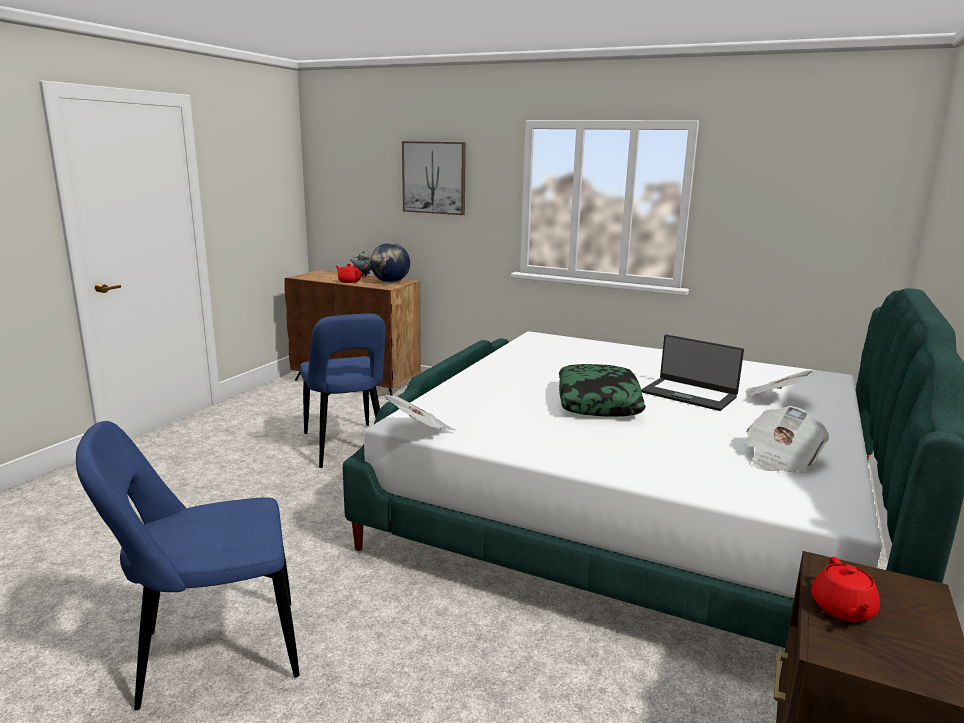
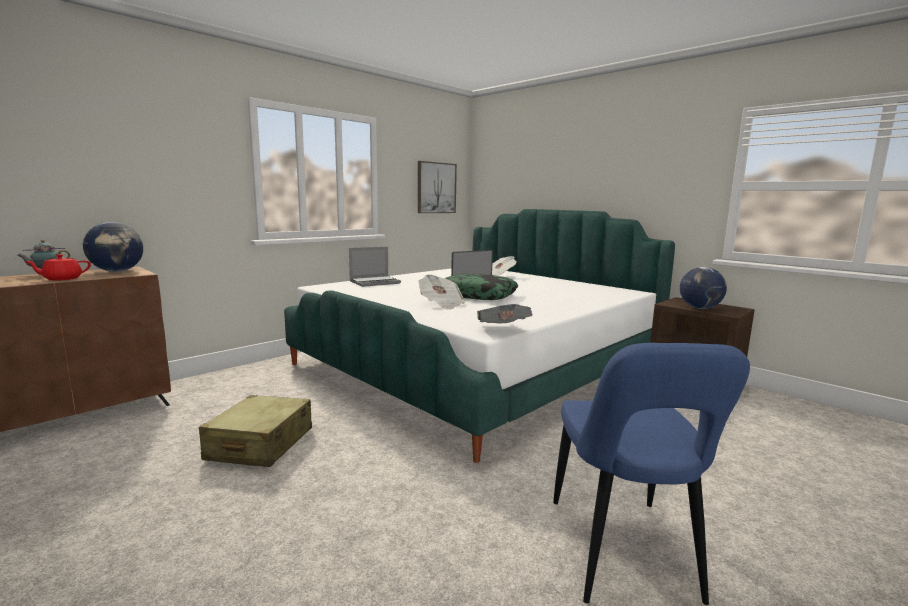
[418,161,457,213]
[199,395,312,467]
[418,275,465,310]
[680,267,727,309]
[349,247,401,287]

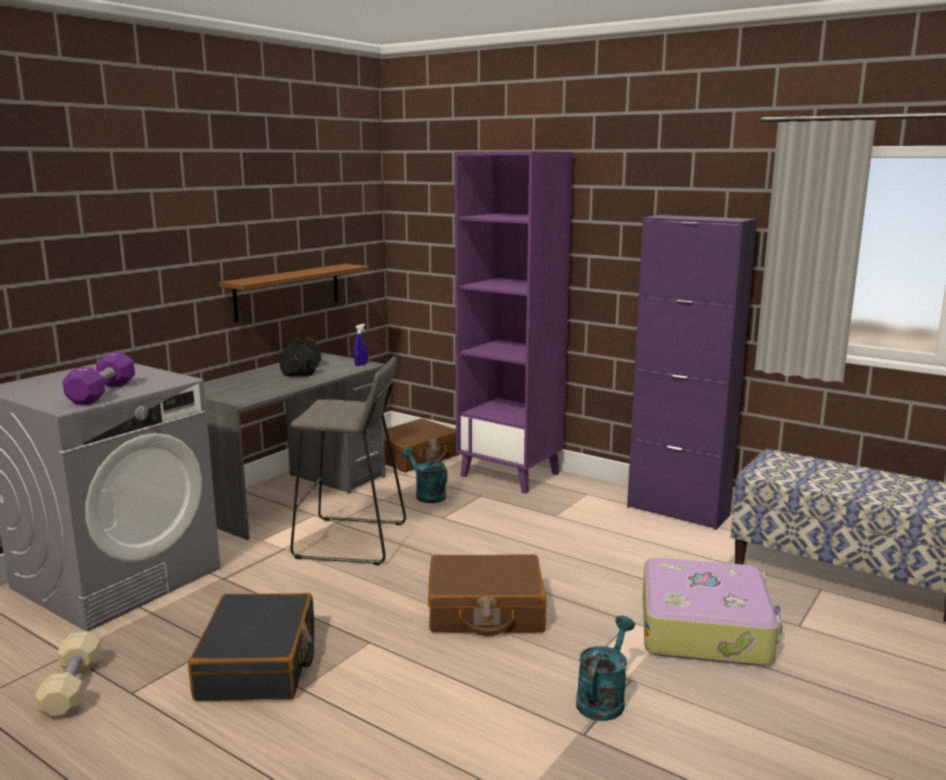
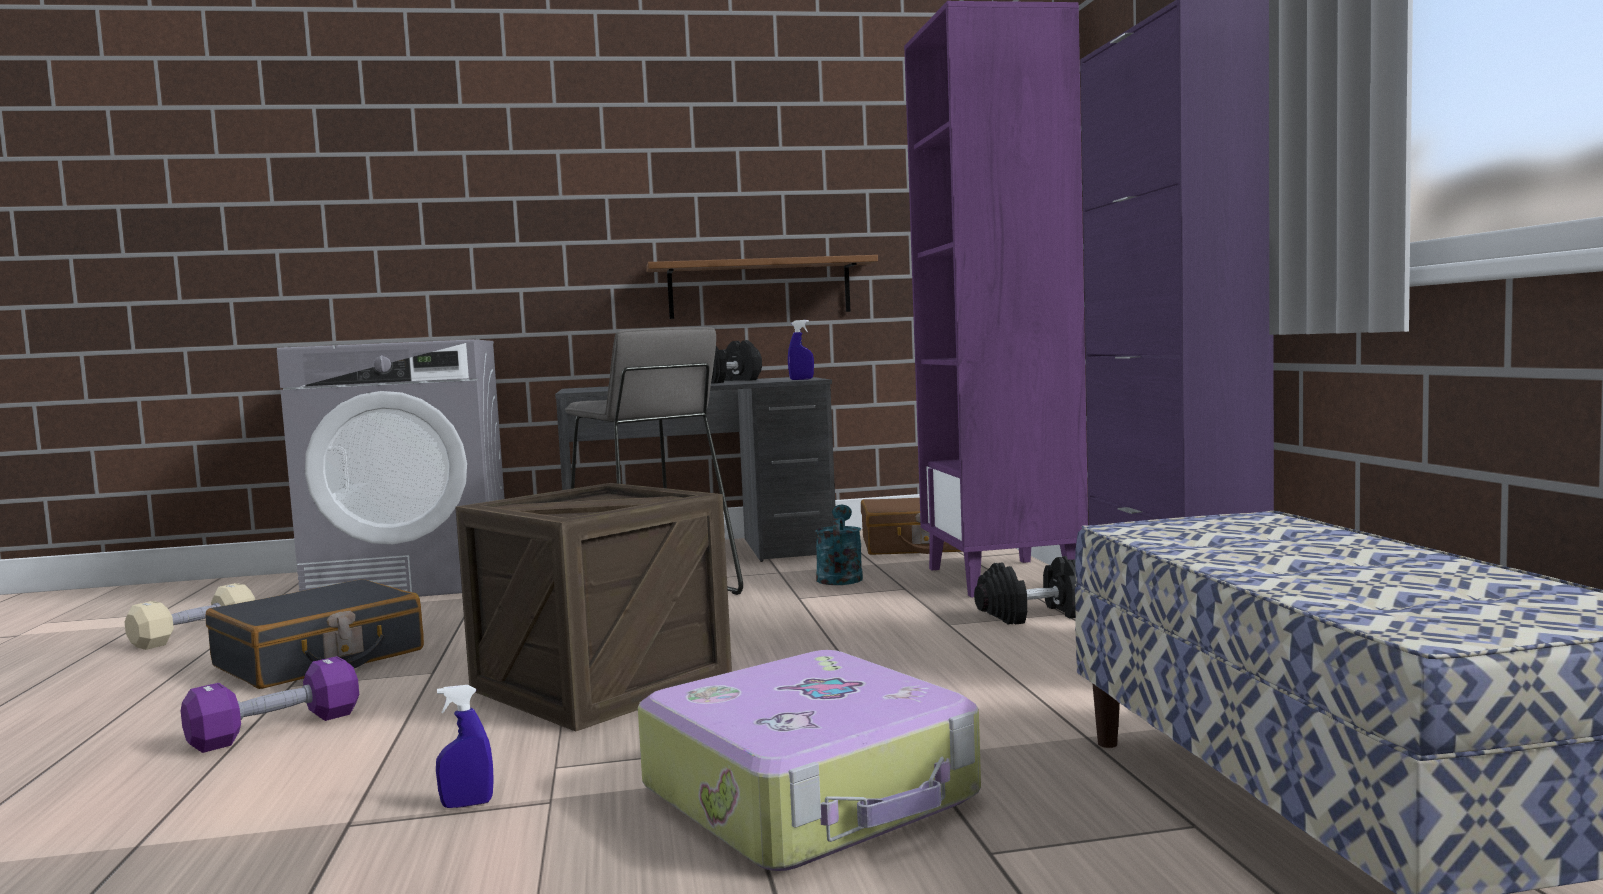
[181,656,359,753]
[455,483,732,731]
[436,685,494,808]
[974,556,1077,625]

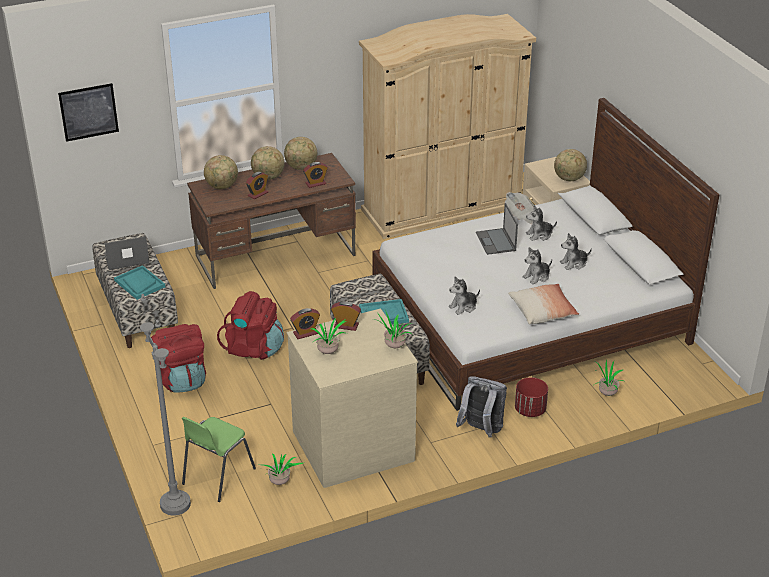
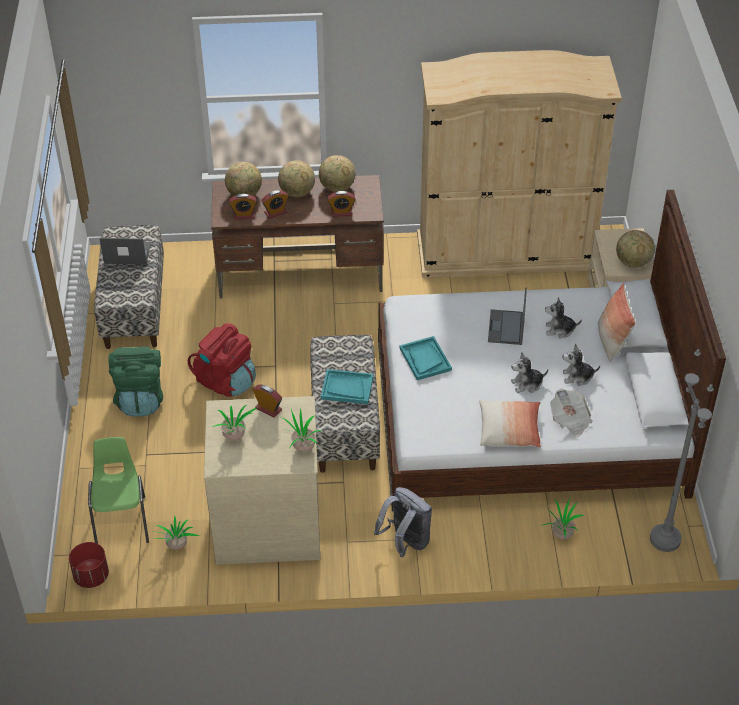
[58,83,119,142] (first image)
[550,389,593,437]
[400,336,452,380]
[449,276,480,315] (first image)
[650,349,714,552]
[229,194,257,220]
[109,347,163,417]
[69,542,109,588]
[88,437,149,544]
[598,283,636,362]

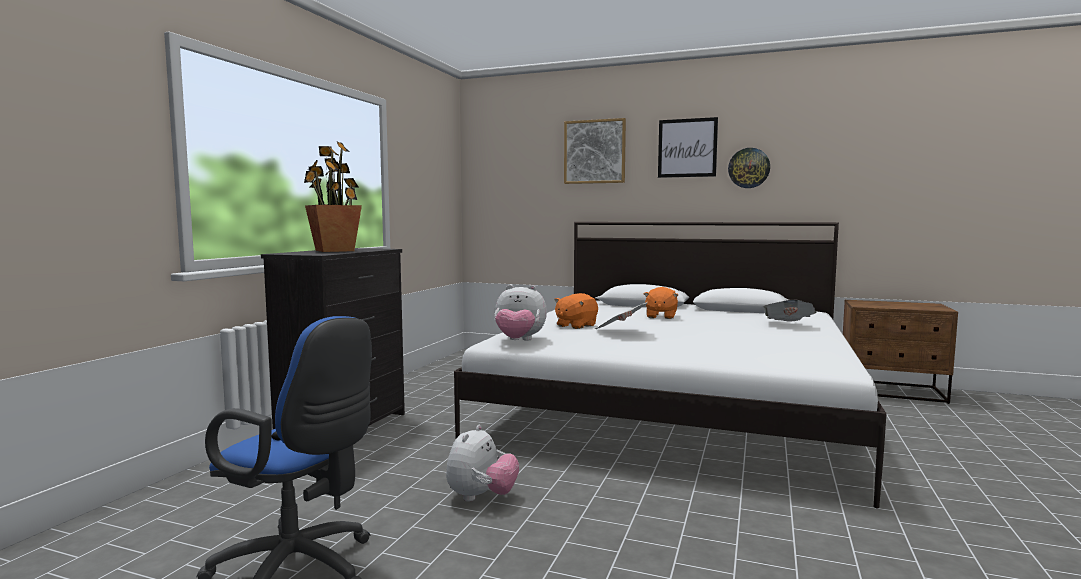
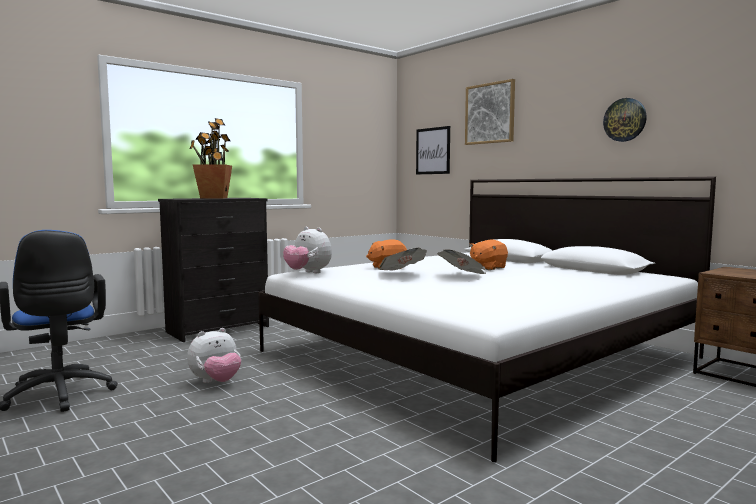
[416,126,450,174]
[437,250,486,274]

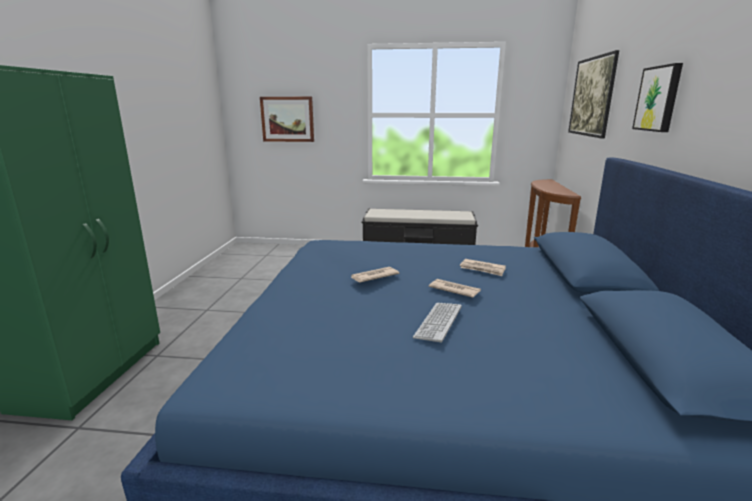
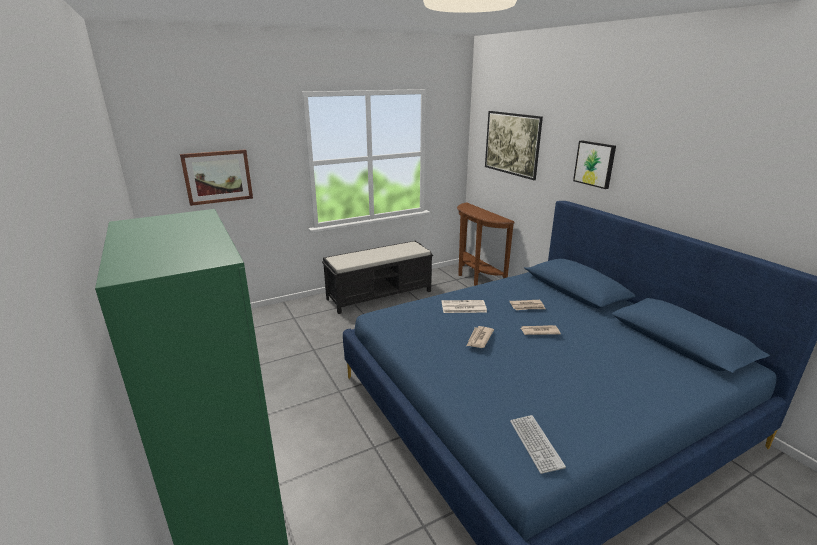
[510,415,566,474]
[442,300,487,313]

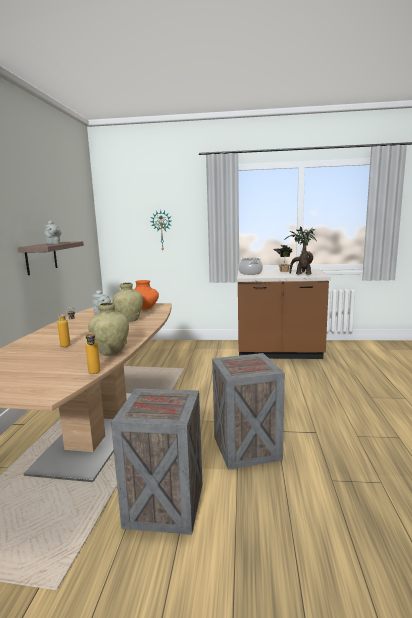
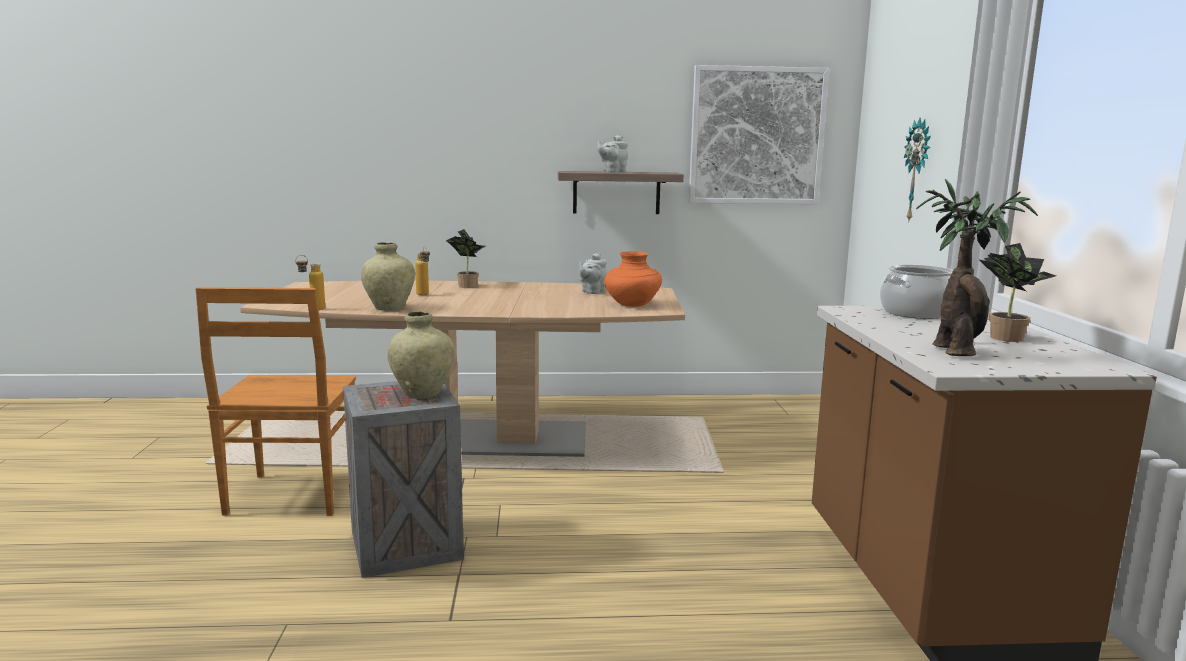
[387,311,454,399]
[195,287,356,516]
[689,65,829,204]
[446,229,485,288]

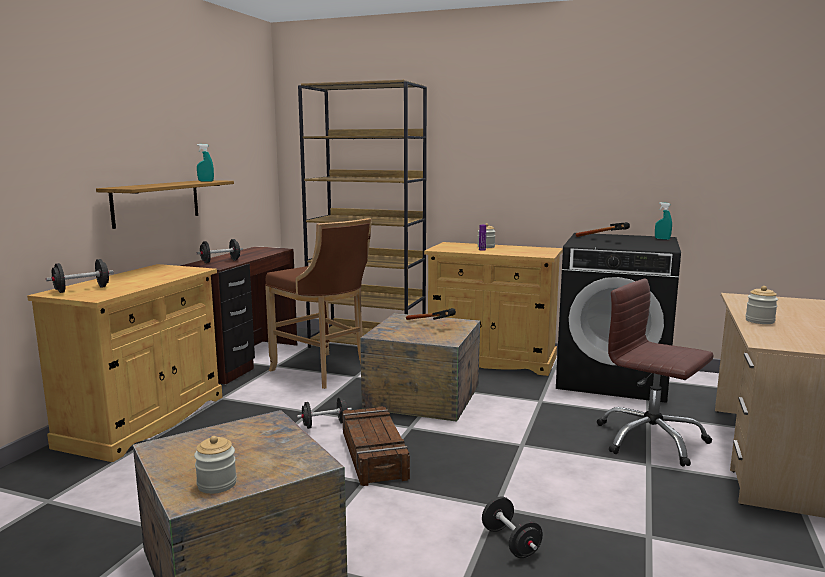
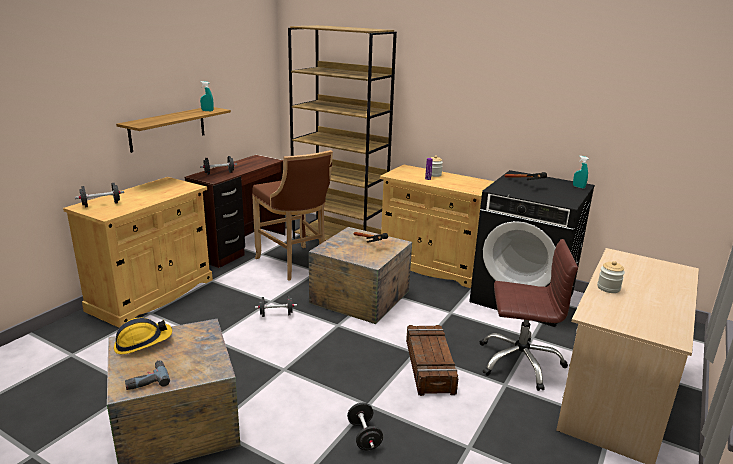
[480,239,578,391]
[406,325,458,396]
[125,360,170,390]
[114,318,172,354]

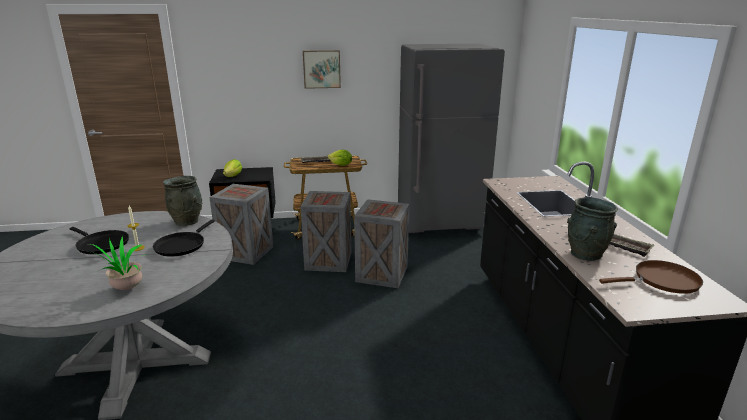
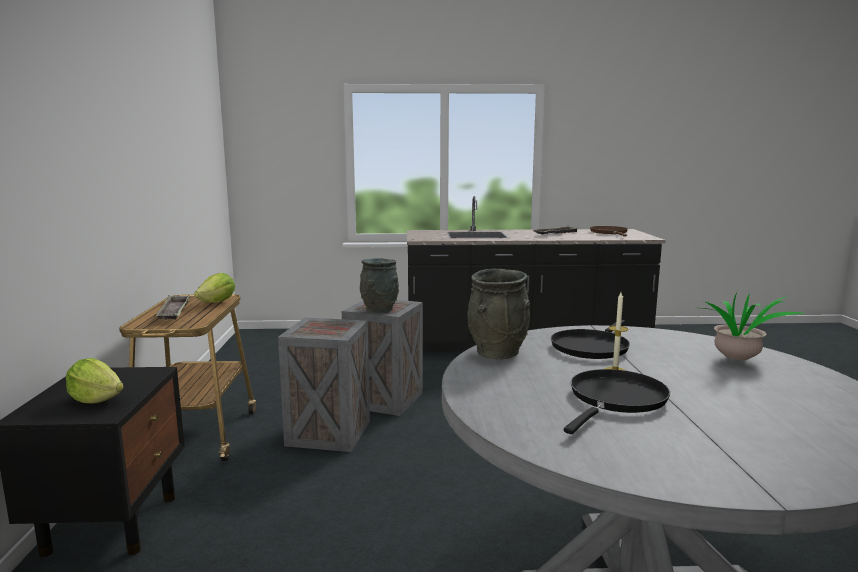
[398,44,505,233] (first image)
[303,50,341,89] (first image)
[209,184,273,265] (first image)
[360,258,399,313]
[551,320,630,359]

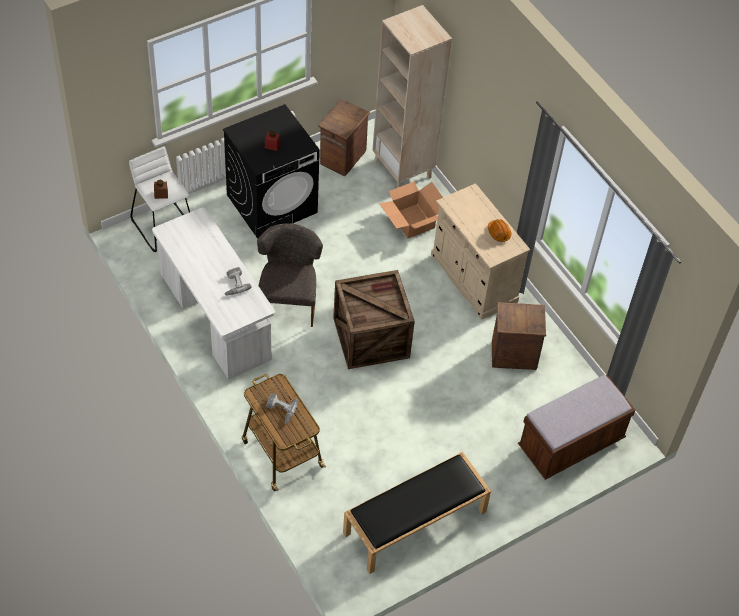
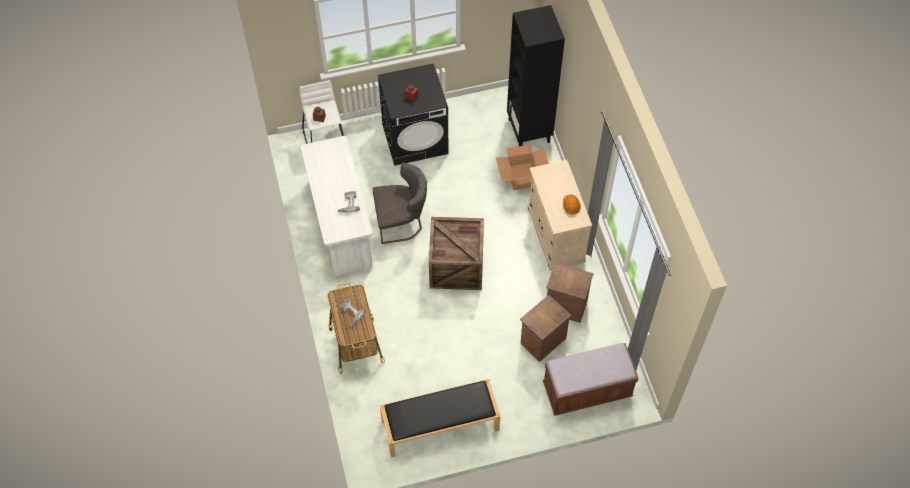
[507,5,565,146]
[520,295,571,362]
[373,163,427,244]

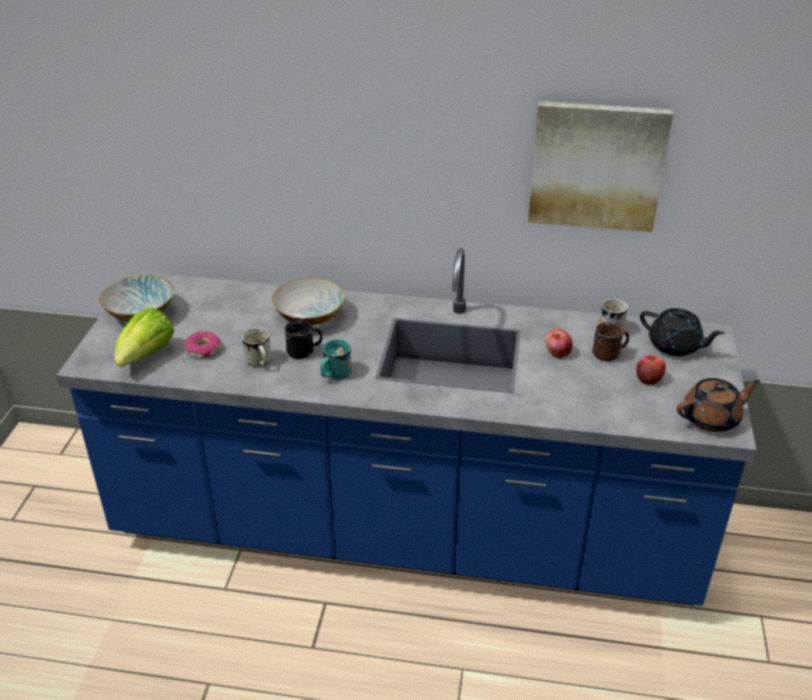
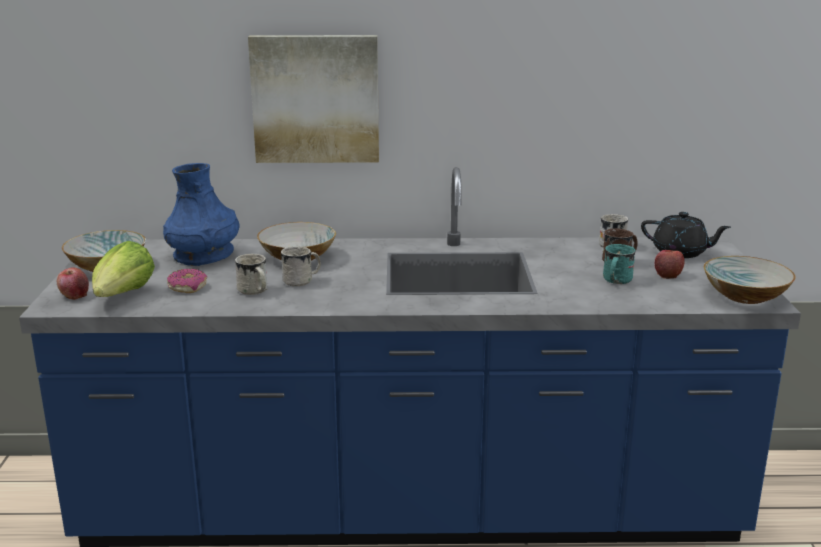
[248,35,379,163]
[281,246,321,286]
[57,267,89,300]
[603,244,636,284]
[704,256,796,304]
[163,163,239,266]

